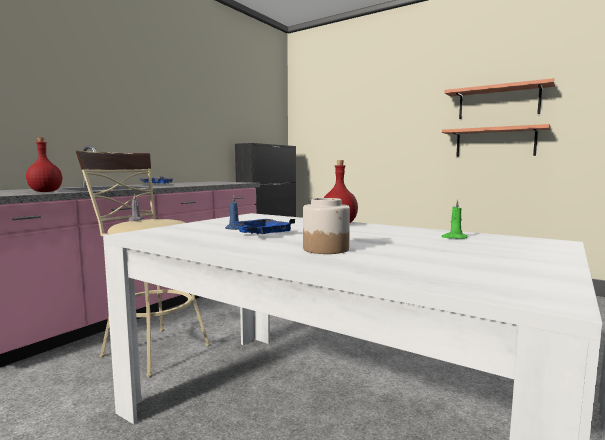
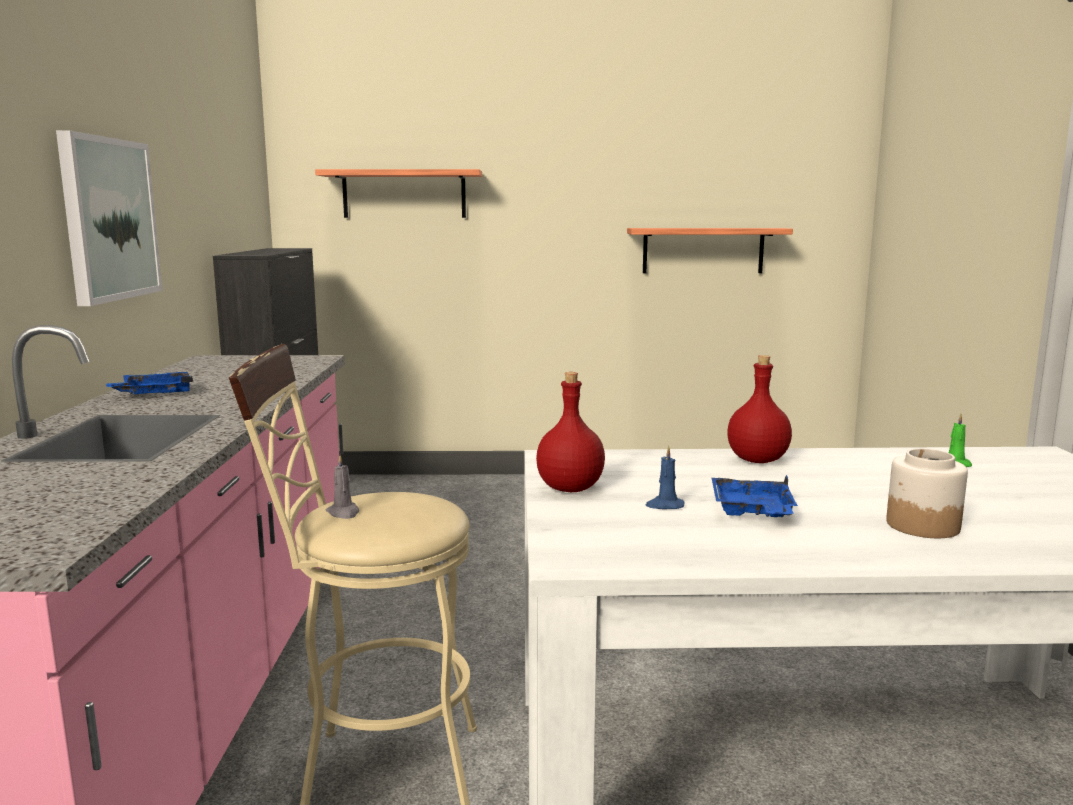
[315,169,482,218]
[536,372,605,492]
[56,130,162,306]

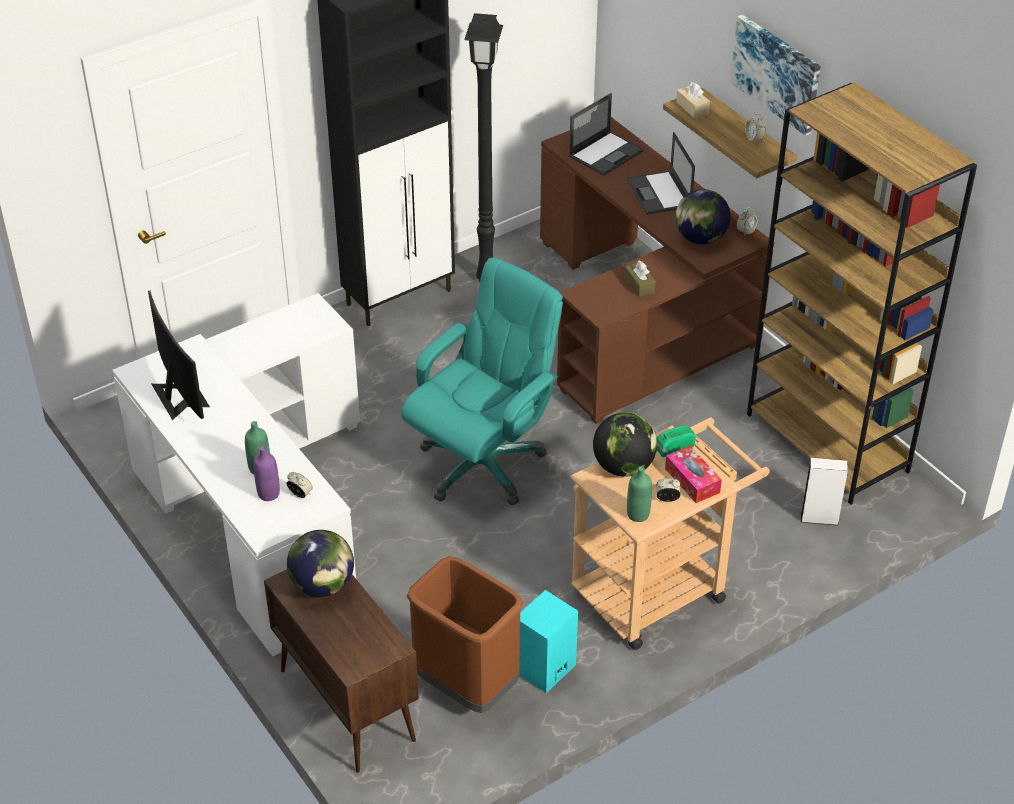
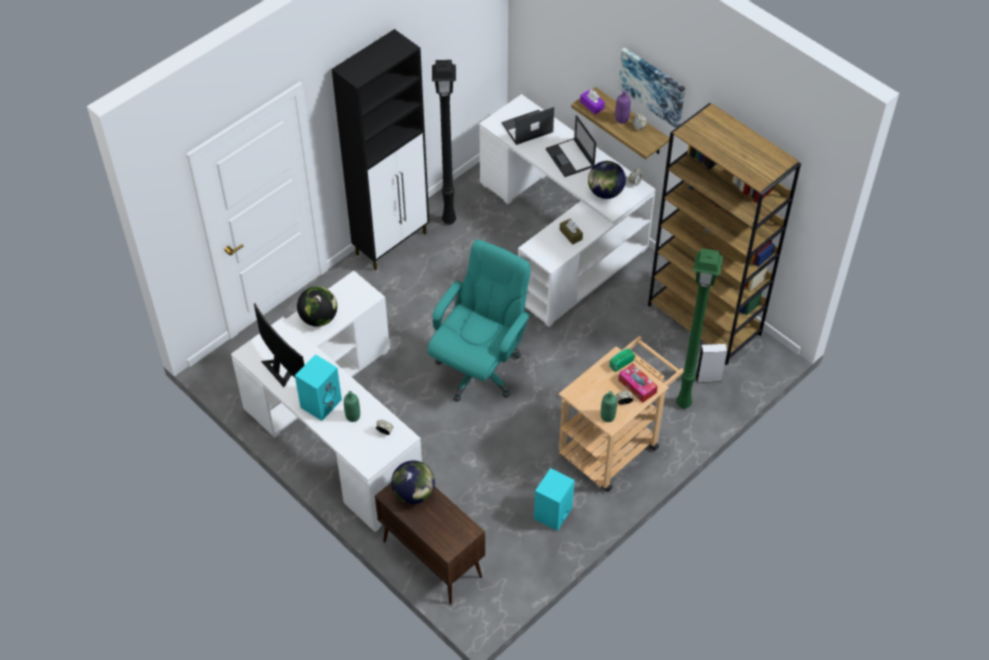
[580,89,605,114]
[501,107,554,145]
[479,94,656,327]
[297,286,337,327]
[615,90,631,124]
[407,556,523,713] (first image)
[676,248,723,409]
[295,354,342,421]

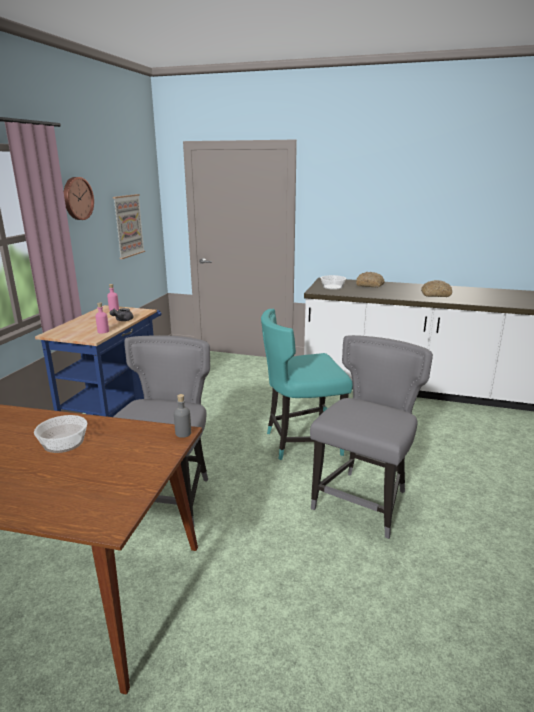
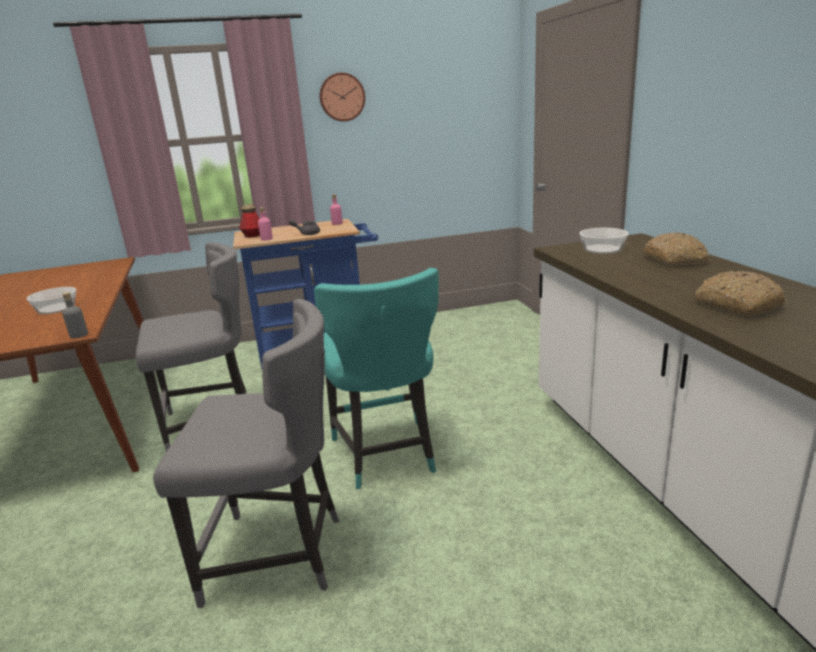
[113,194,145,259] (first image)
[314,268,439,489]
[239,205,260,237]

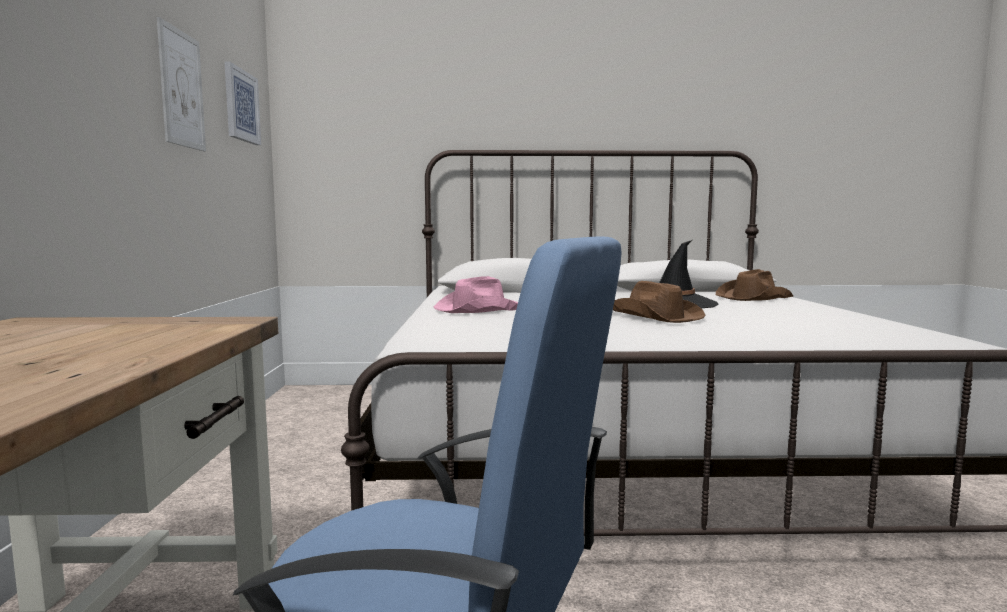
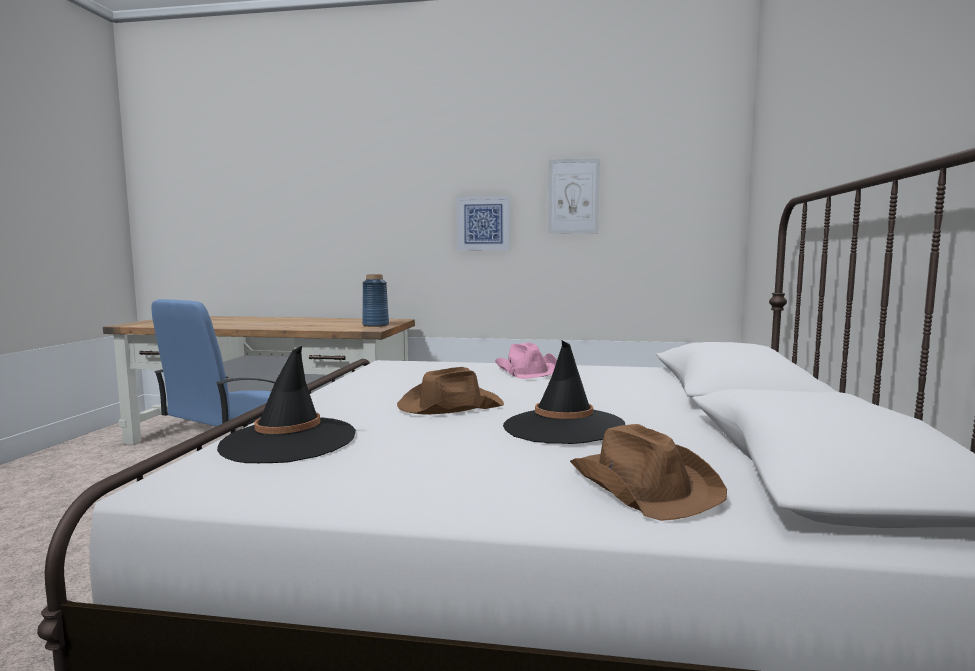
[457,196,510,251]
[362,274,389,327]
[217,346,356,463]

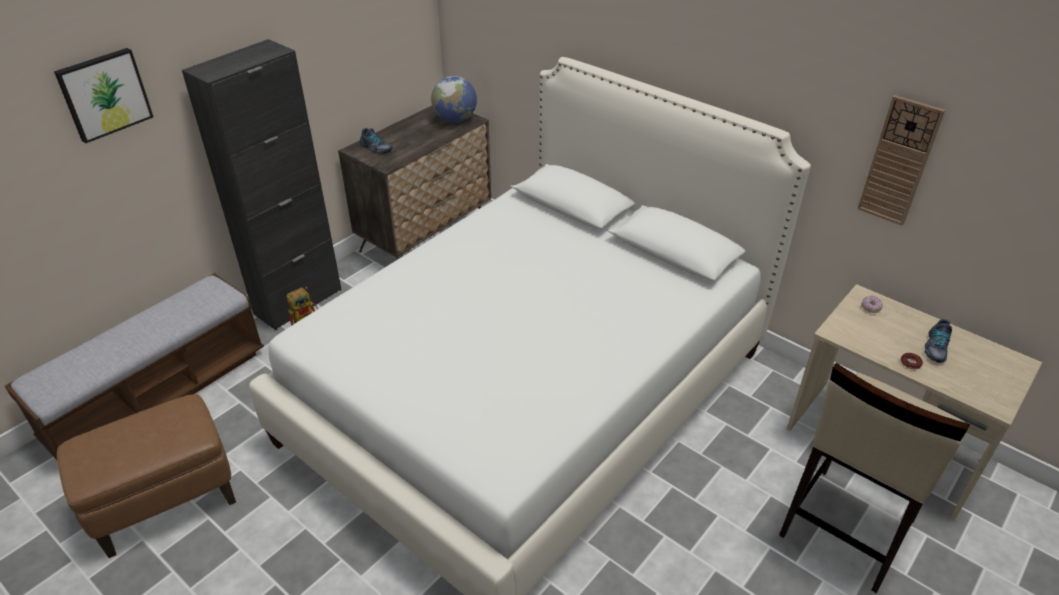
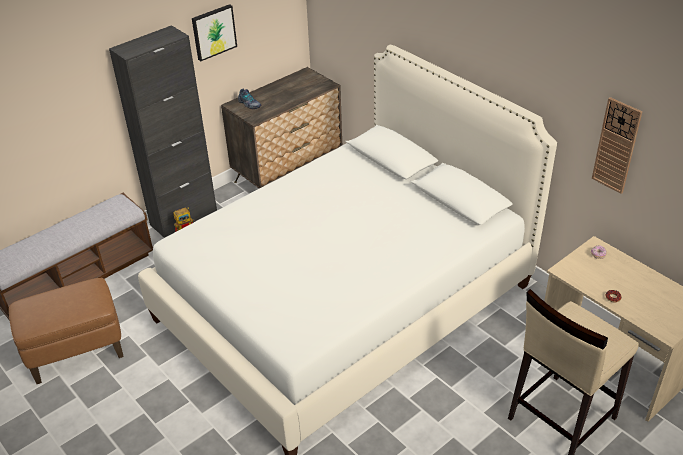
[192,4,237,61]
[431,76,477,123] (first image)
[925,319,952,363] (first image)

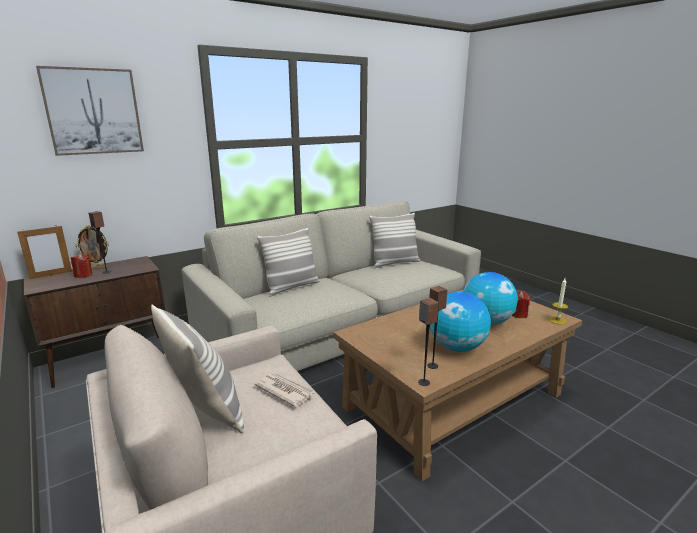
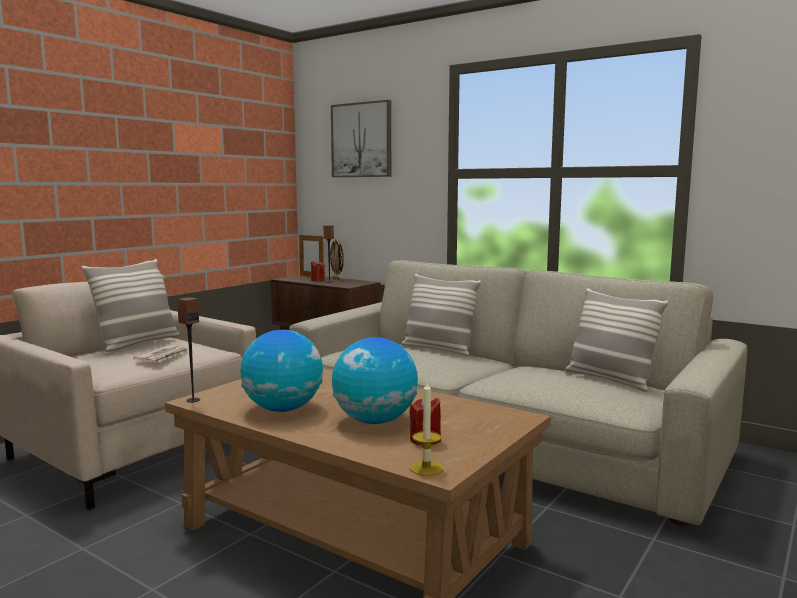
[427,286,447,369] (first image)

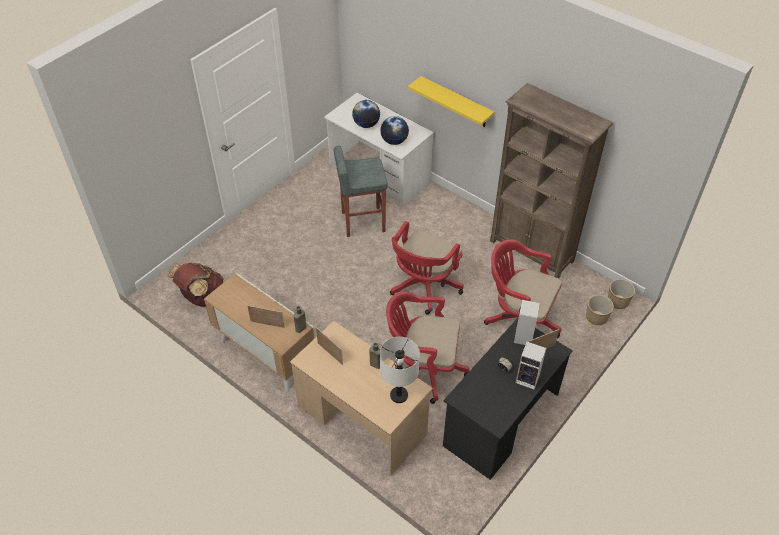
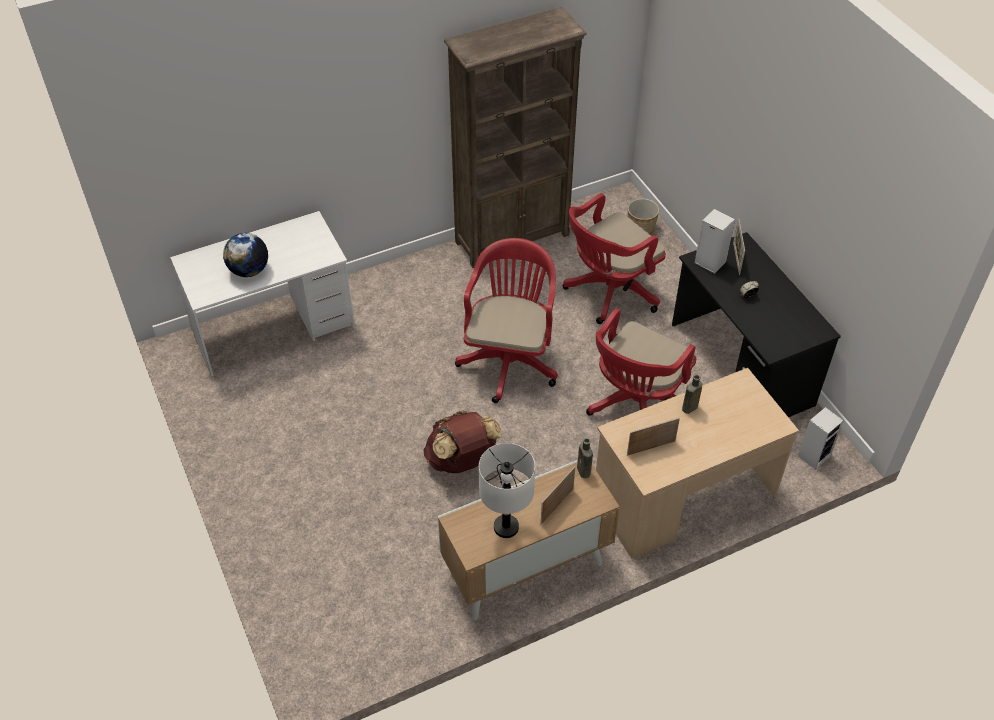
[408,76,494,127] (first image)
[380,116,409,145] (first image)
[334,146,388,237] (first image)
[455,238,558,403]
[424,410,502,473]
[608,279,635,309] (first image)
[479,443,535,538]
[798,407,844,470]

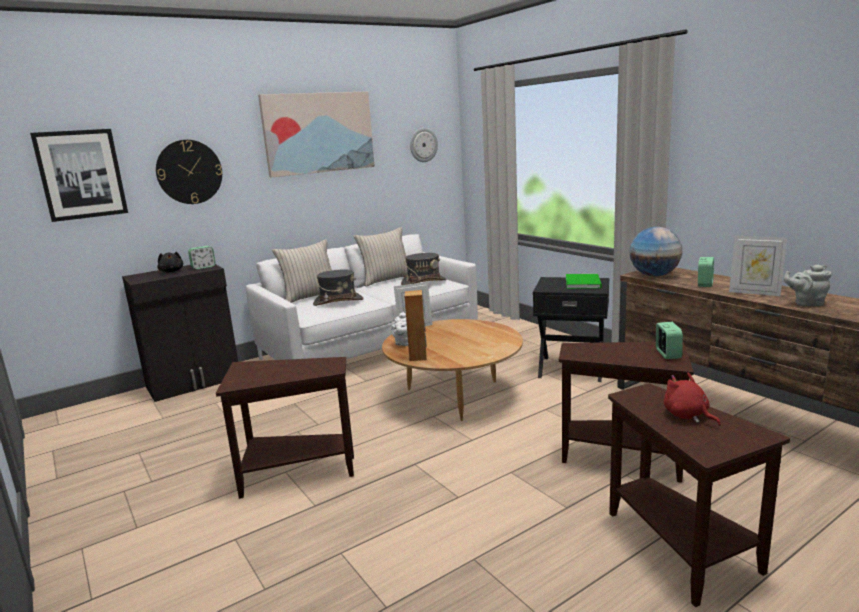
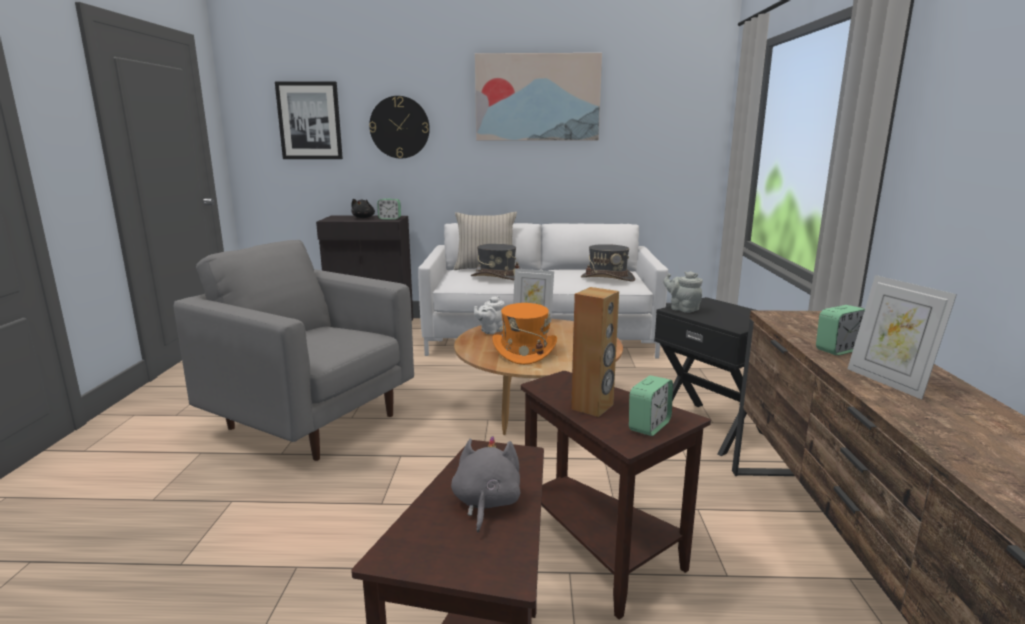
[410,128,438,162] (first image)
[353,227,408,287] (first image)
[629,227,682,277] (first image)
[663,271,703,313]
[566,274,602,289] (first image)
[571,287,619,417]
[174,240,414,461]
[451,436,520,533]
[492,303,557,365]

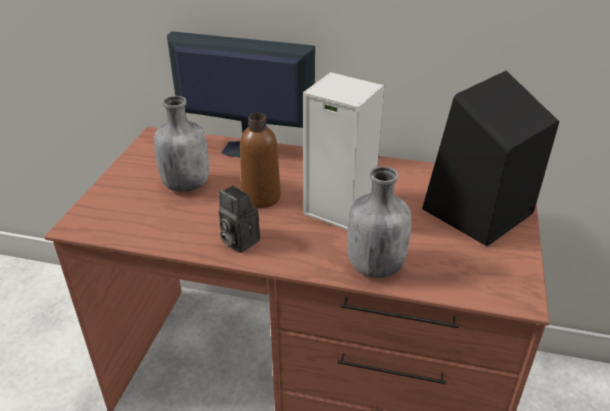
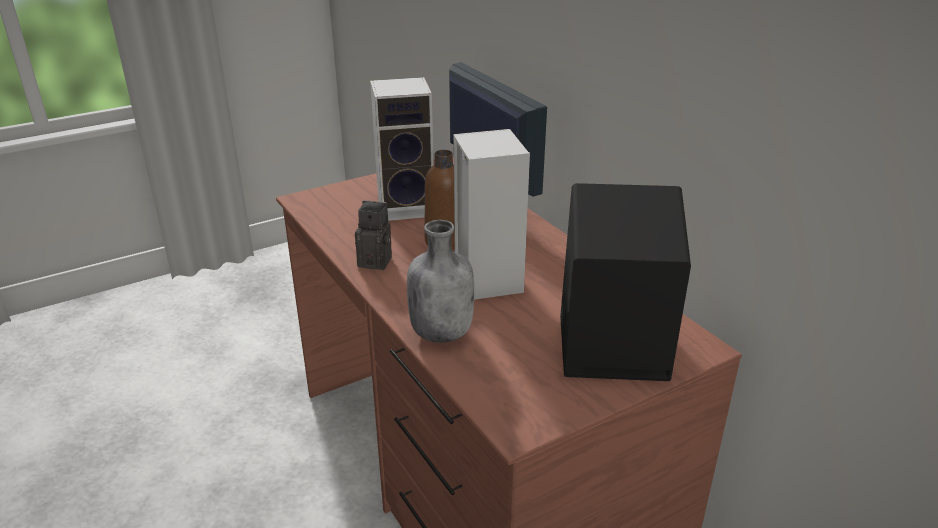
[370,77,434,221]
[355,200,392,270]

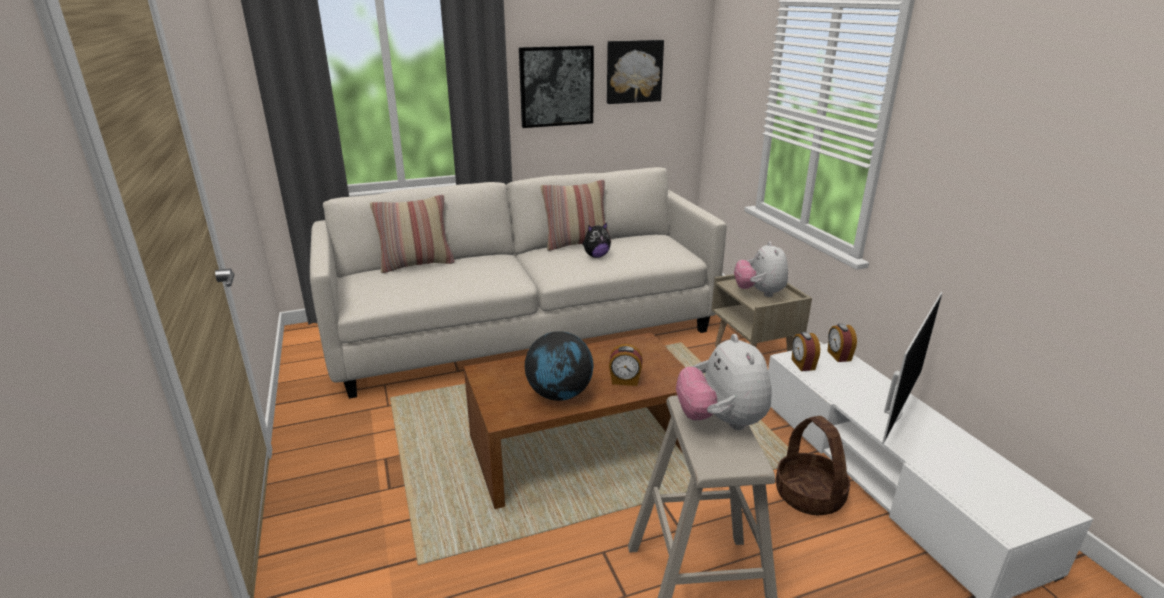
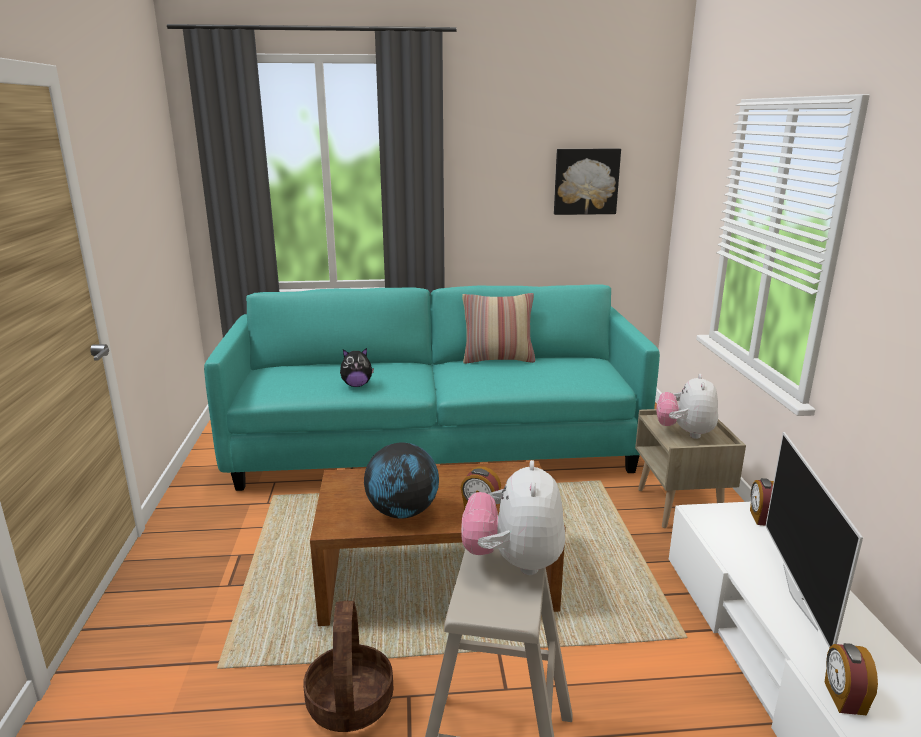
[519,45,594,128] (first image)
[204,285,660,491]
[370,195,454,273] (first image)
[340,348,374,387]
[765,432,863,648]
[824,643,878,715]
[303,601,393,732]

